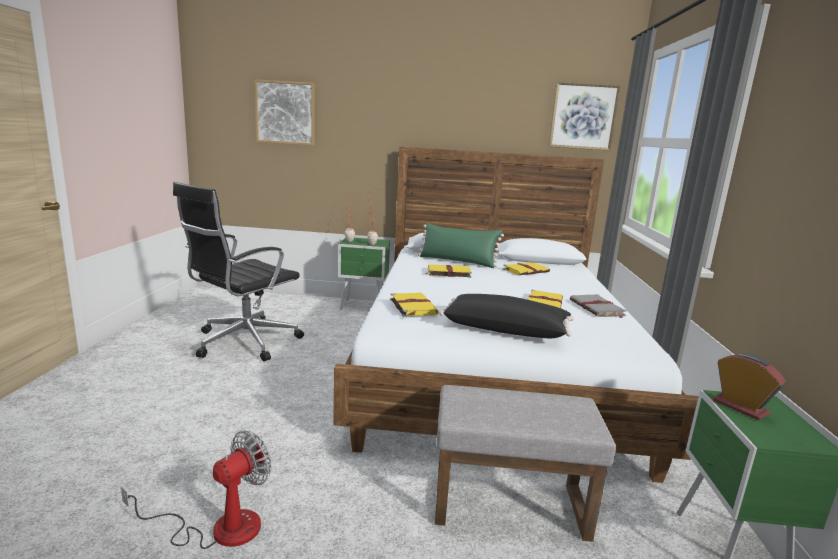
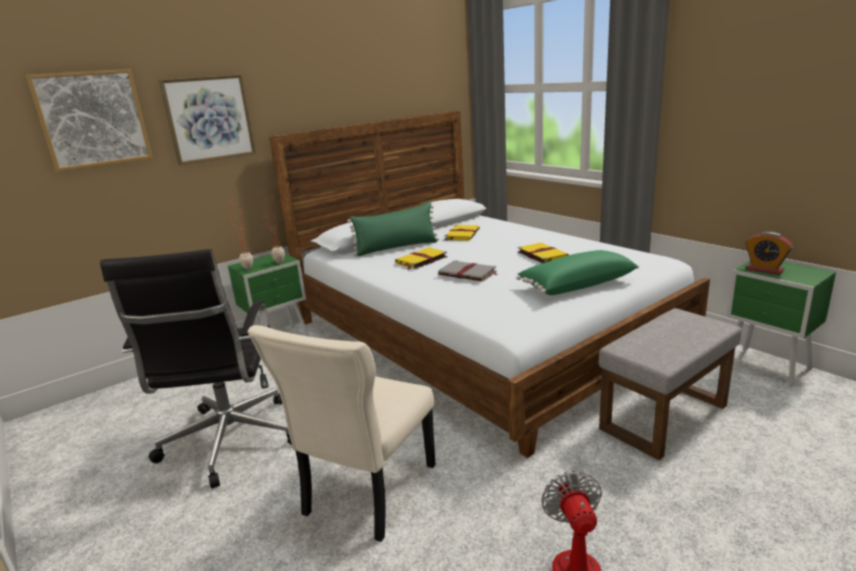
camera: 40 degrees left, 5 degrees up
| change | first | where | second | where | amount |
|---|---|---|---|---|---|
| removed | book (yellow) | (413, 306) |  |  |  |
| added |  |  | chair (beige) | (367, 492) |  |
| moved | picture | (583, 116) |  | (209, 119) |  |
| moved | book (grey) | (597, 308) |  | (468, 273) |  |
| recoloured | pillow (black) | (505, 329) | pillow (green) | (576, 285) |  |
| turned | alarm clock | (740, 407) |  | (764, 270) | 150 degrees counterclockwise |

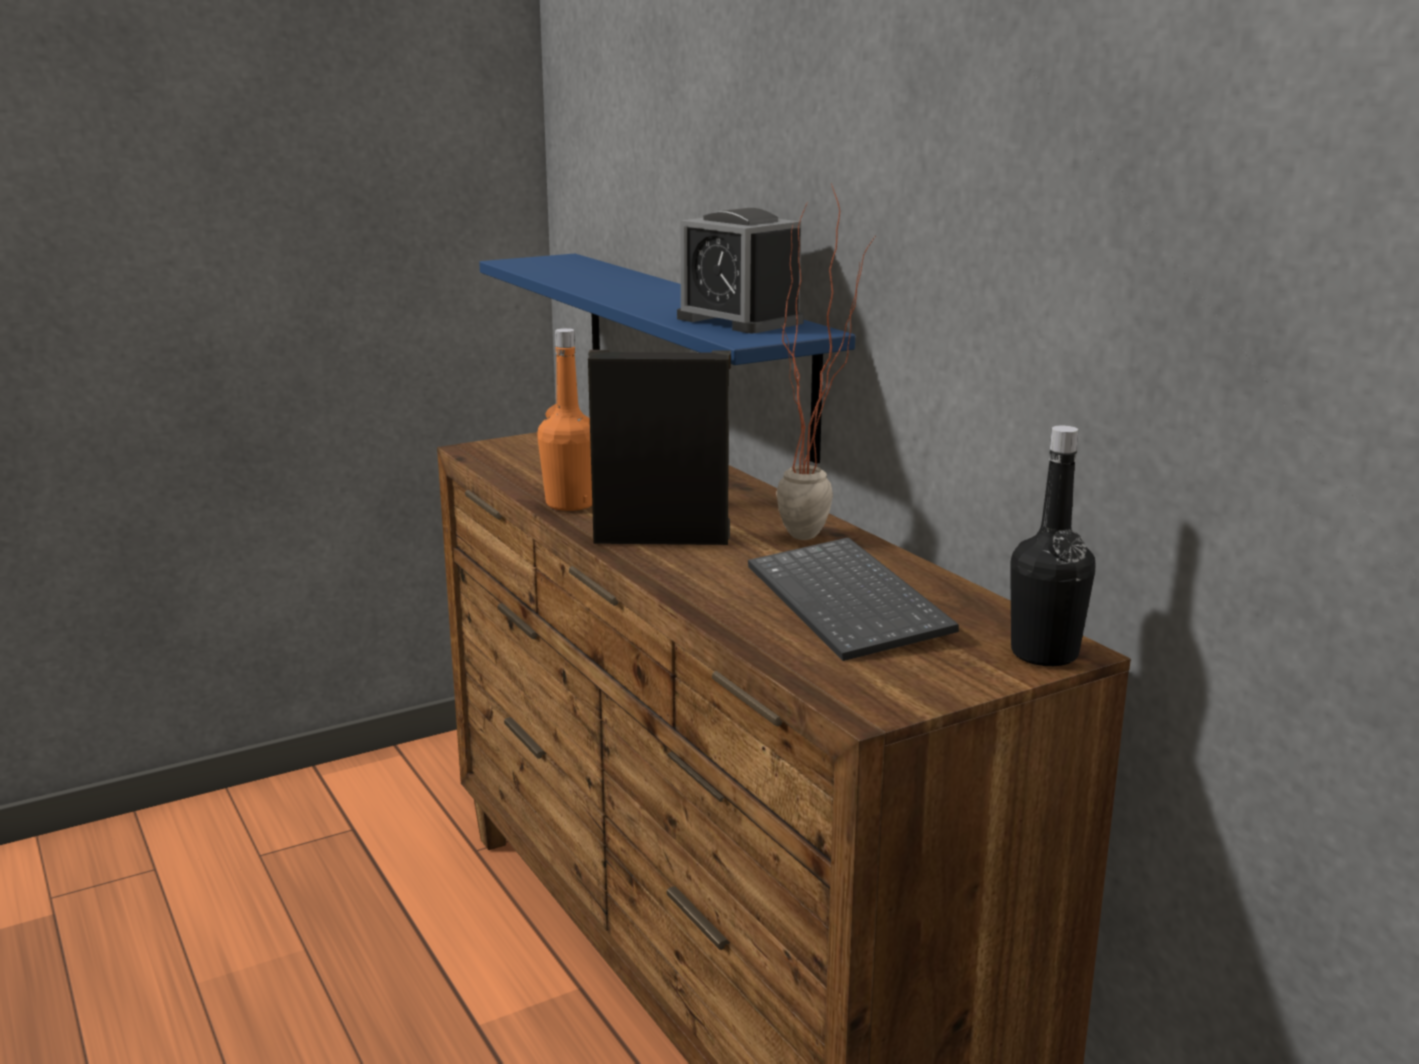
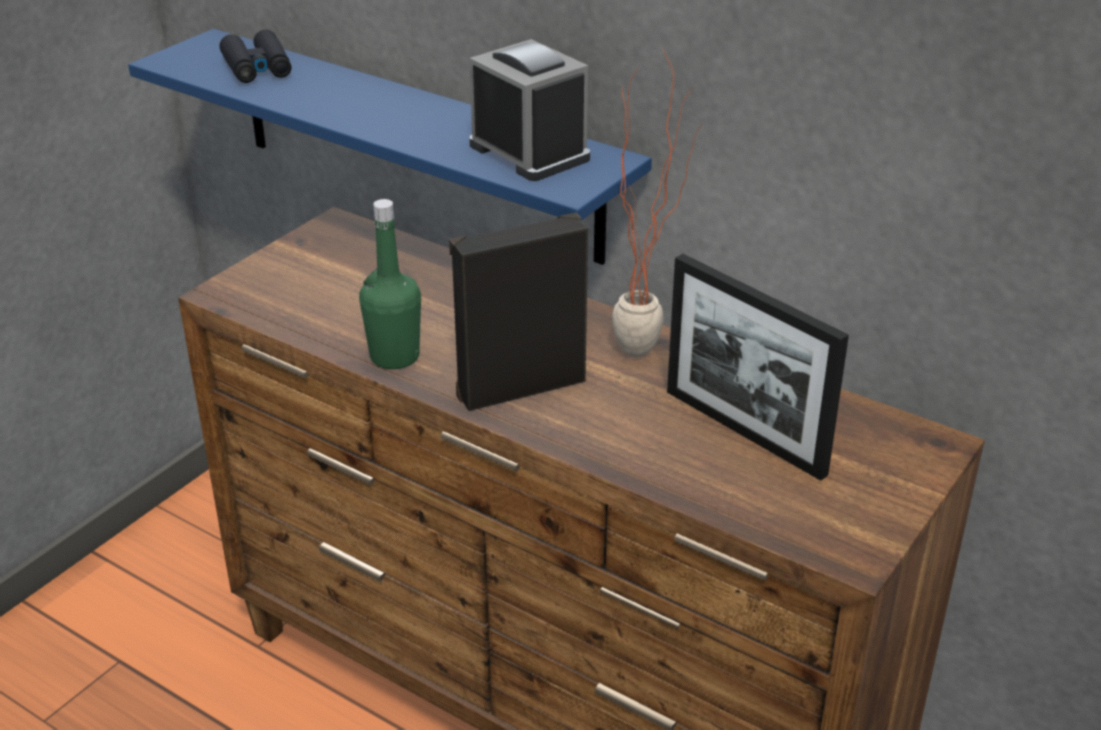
camera: 25 degrees left, 15 degrees up
| change | first | where | second | where | amount |
|---|---|---|---|---|---|
| removed | bottle (black) | (1044, 654) |  |  |  |
| added |  |  | binoculars (black) | (257, 68) |  |
| replaced | keyboard | (851, 603) | picture frame | (744, 432) |  |
| recoloured | bottle (orange) | (570, 504) | bottle (green) | (394, 357) |  |
| turned | alarm clock | (739, 320) |  | (529, 152) | 150 degrees counterclockwise |

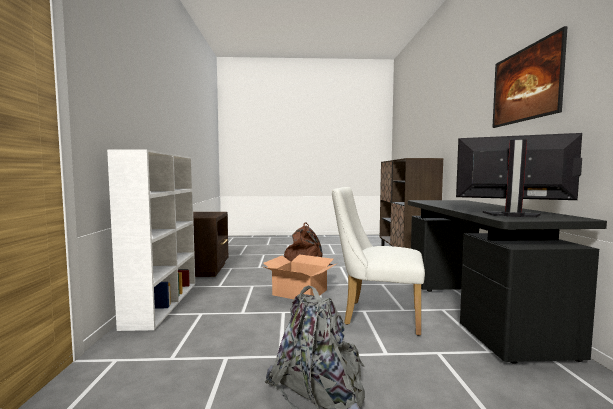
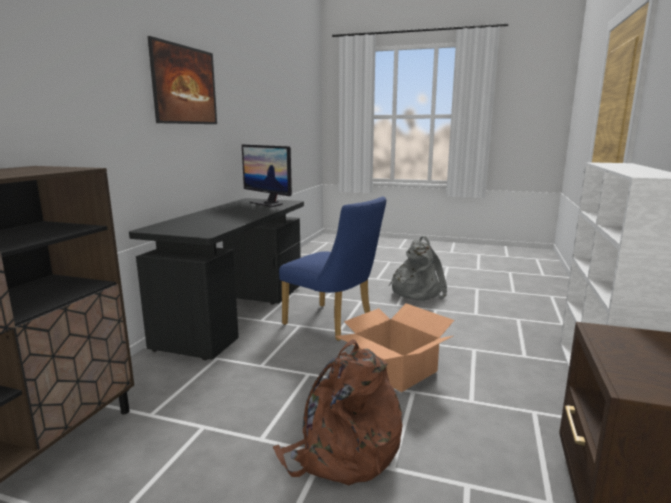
camera: 160 degrees left, 10 degrees up
| change | first | where | second | where | amount |
|---|---|---|---|---|---|
| recoloured | chair (white) | (376, 316) | chair (blue) | (334, 324) |  |

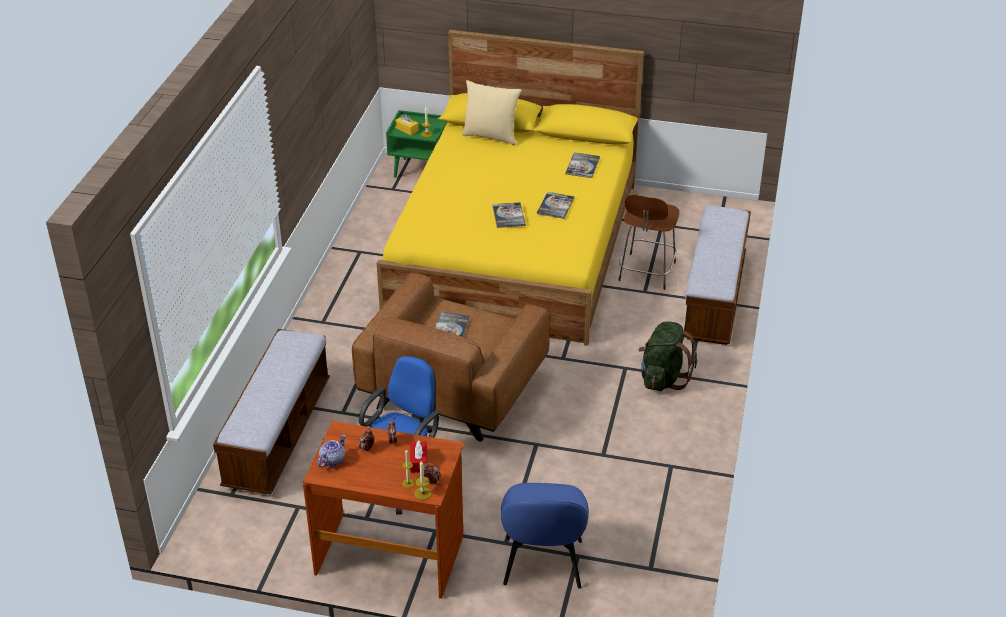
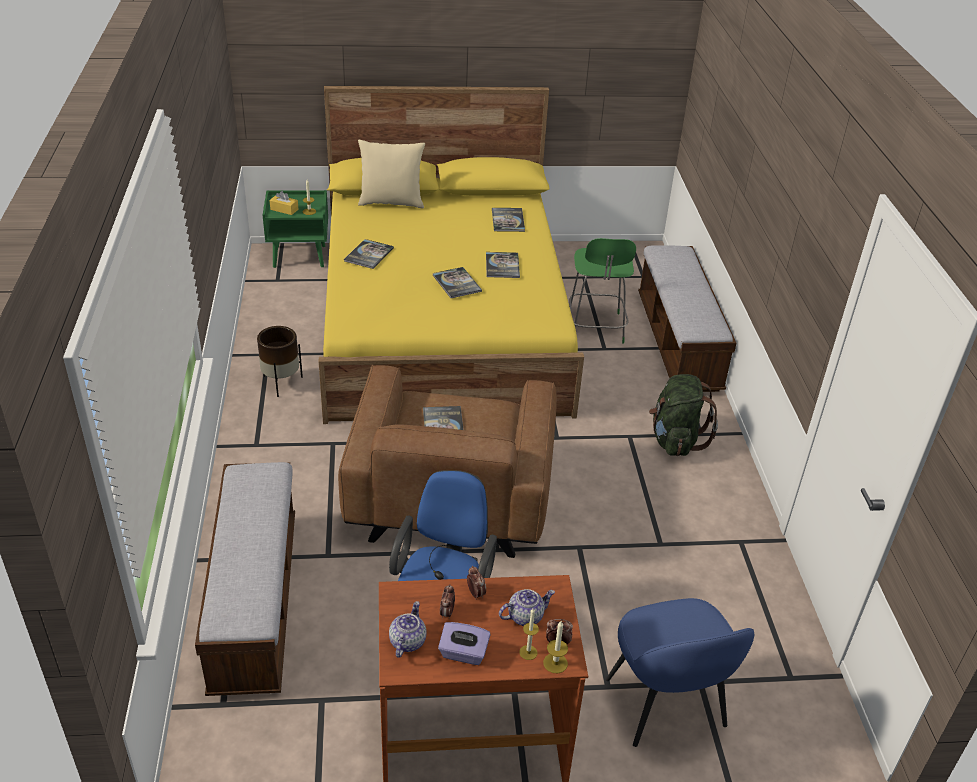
camera: 20 degrees left, 0 degrees up
| change | first | where | second | where | amount |
|---|---|---|---|---|---|
| added |  |  | planter (brown) | (281, 383) |  |
| added |  |  | book | (369, 255) |  |
| added |  |  | tissue box (purple) | (463, 653) |  |
| replaced | tissue box (red) | (418, 461) | teapot | (525, 616) |  |
| recoloured | chair (brown) | (646, 273) | chair (green) | (595, 328) |  |

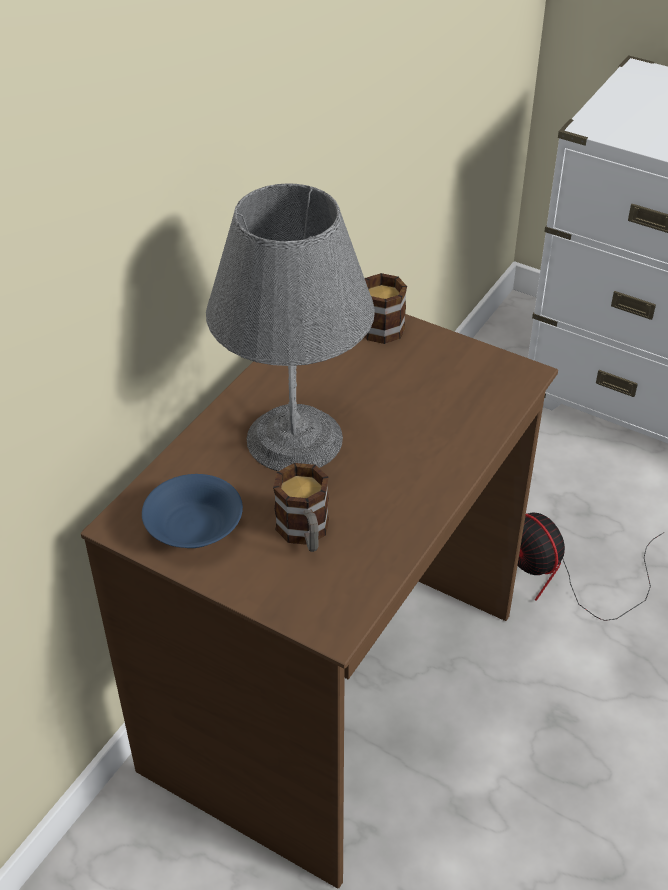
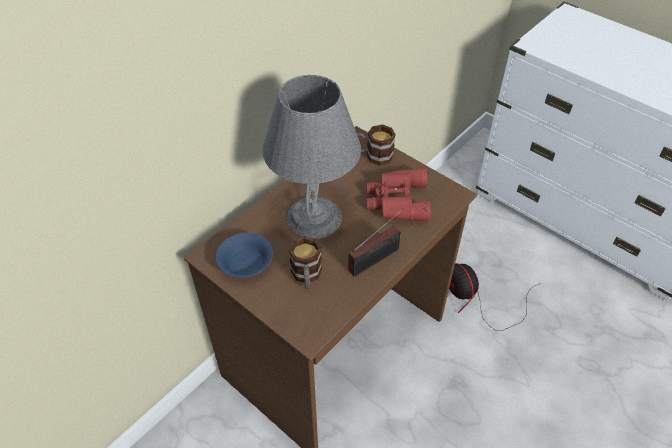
camera: 10 degrees right, 5 degrees up
| change | first | where | second | where | amount |
|---|---|---|---|---|---|
| added |  |  | radio | (377, 259) |  |
| added |  |  | binoculars (red) | (396, 201) |  |

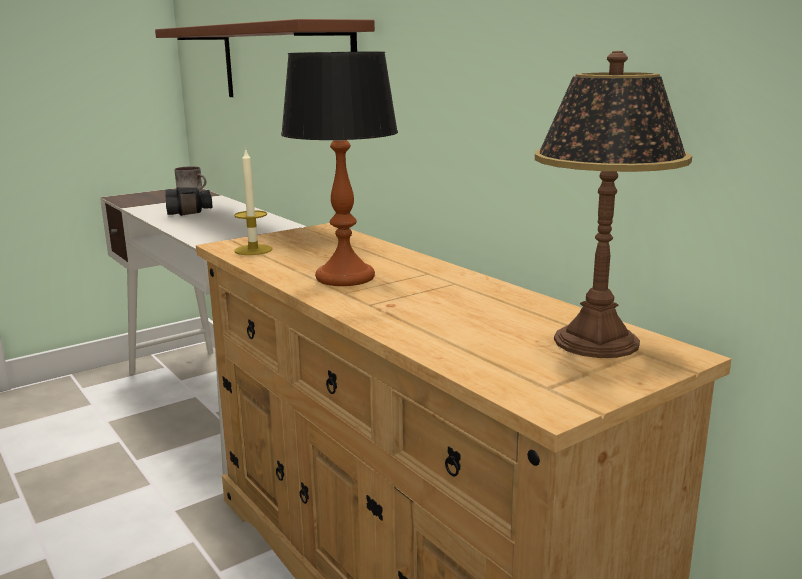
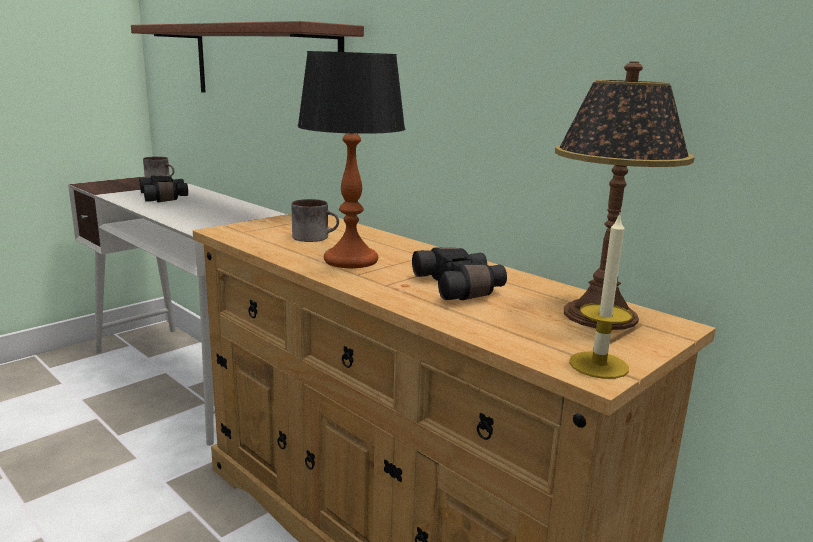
camera: 10 degrees left, 0 degrees up
| change | first | where | second | where | amount |
|---|---|---|---|---|---|
| added |  |  | mug | (315, 237) |  |
| added |  |  | binoculars (black) | (461, 287) |  |
| moved | candle | (253, 250) |  | (598, 365) |  |

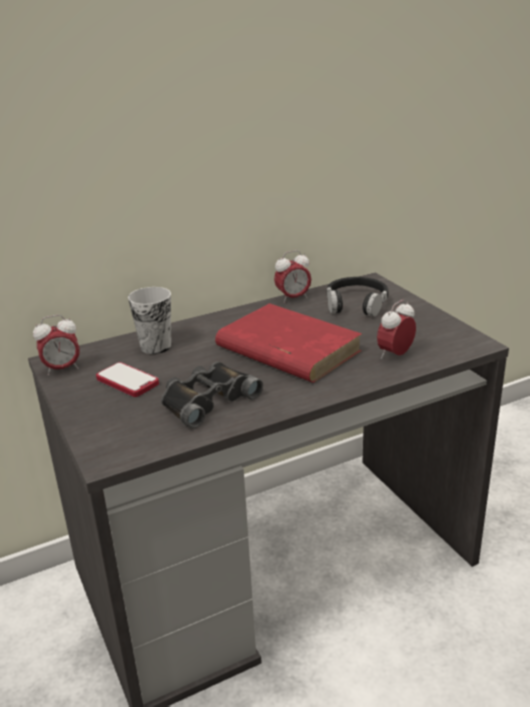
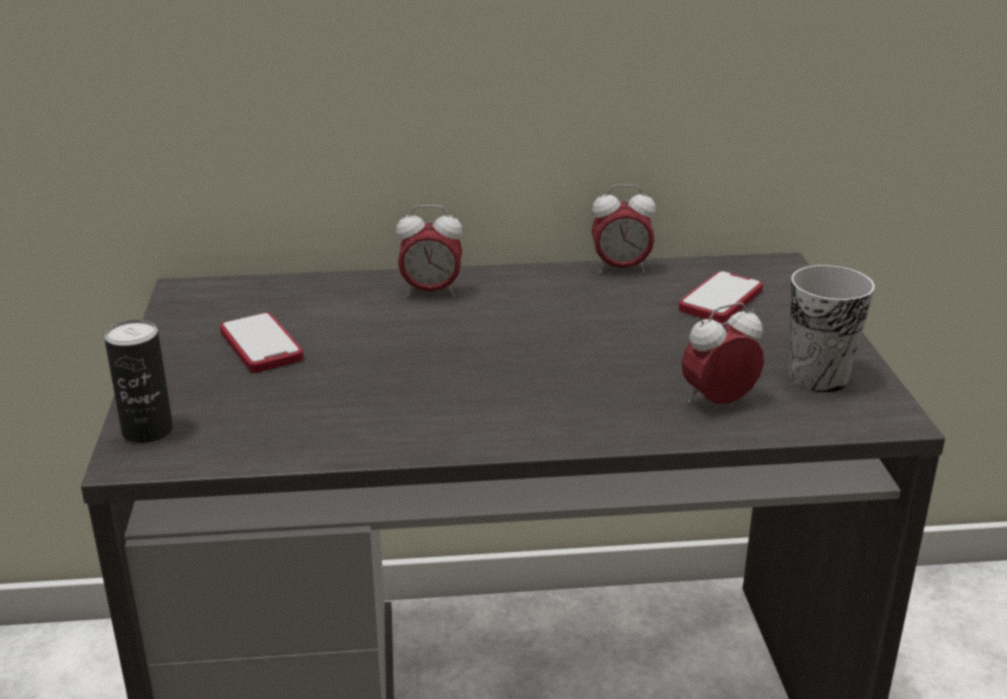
camera: 20 degrees right, 0 degrees up
| change | first | where | second | where | amount |
|---|---|---|---|---|---|
| removed | binoculars (black) | (207, 400) |  |  |  |
| removed | book (red) | (287, 349) |  |  |  |
| added |  |  | can | (147, 431) |  |
| moved | alarm clock | (62, 369) |  | (431, 292) |  |
| moved | cup | (156, 346) |  | (818, 377) |  |
| replaced | headphones (black) | (356, 304) | phone | (720, 300) |  |

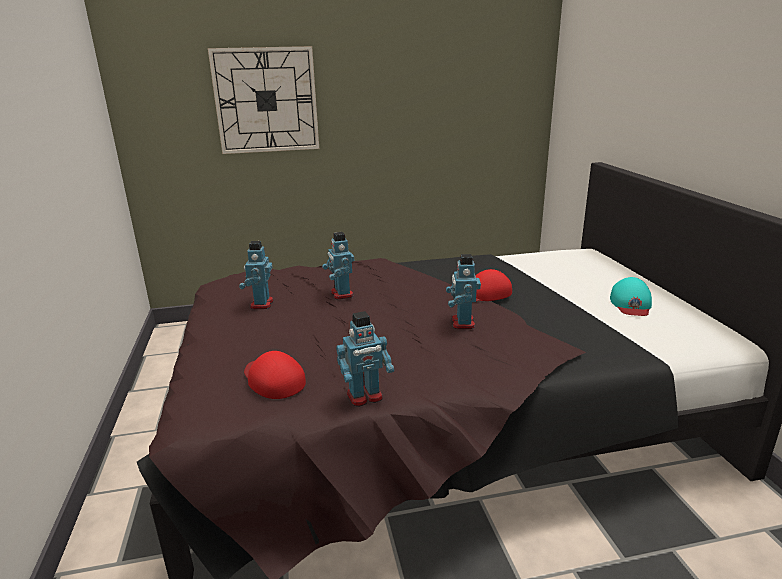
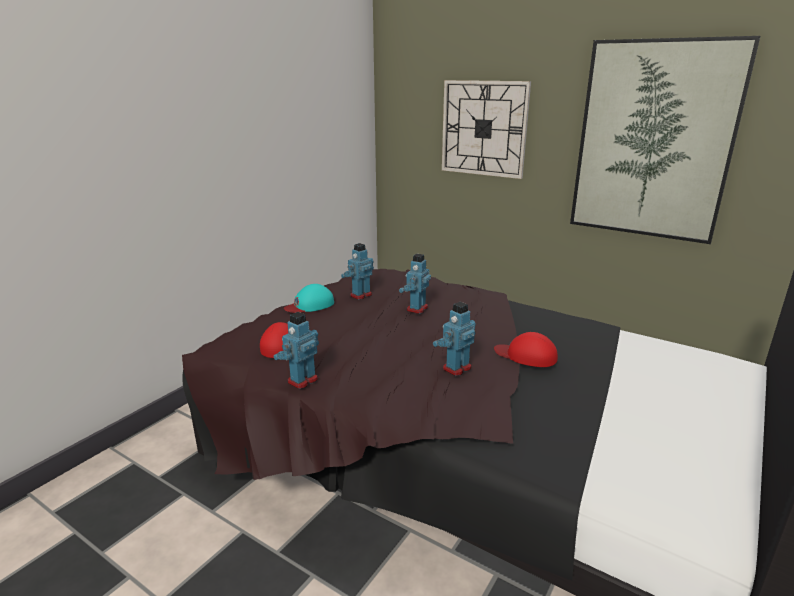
camera: 45 degrees right, 0 degrees up
| change | first | where | second | where | amount |
|---|---|---|---|---|---|
| added |  |  | picture | (653, 141) |  |
| moved | cap (turquoise) | (631, 304) |  | (310, 305) |  |
| turned | toy robot | (365, 397) |  | (302, 380) | 105 degrees clockwise |

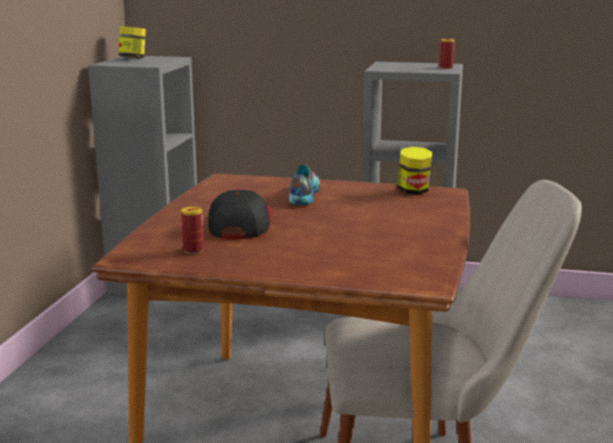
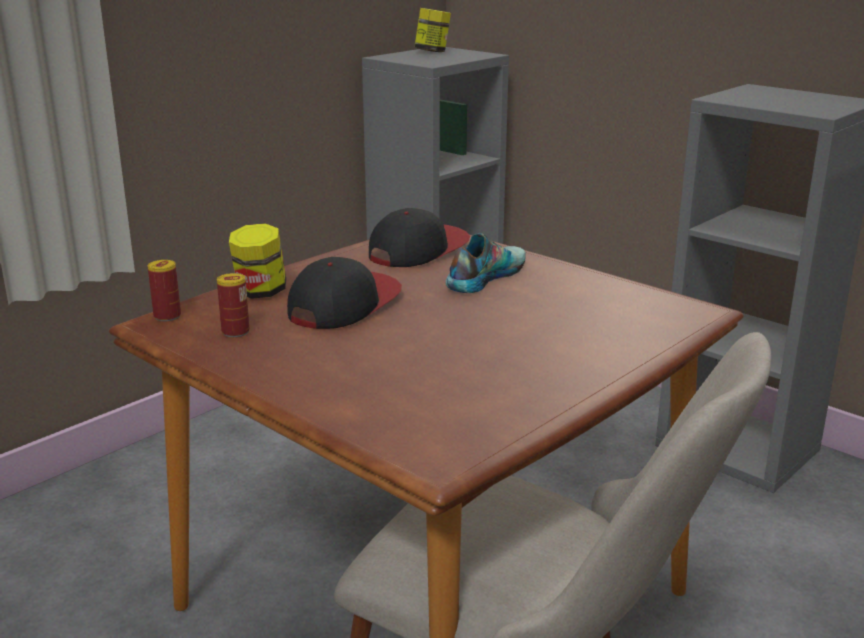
camera: 30 degrees right, 5 degrees up
| change | first | where | second | where | amount |
|---|---|---|---|---|---|
| added |  |  | cap | (418, 250) |  |
| moved | jar | (413, 191) |  | (260, 292) |  |
| moved | can | (446, 68) |  | (167, 316) |  |

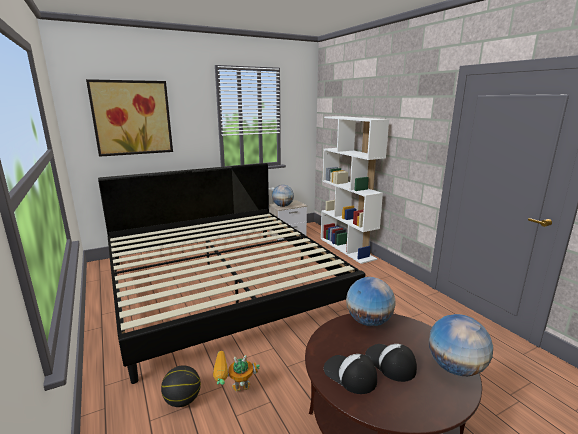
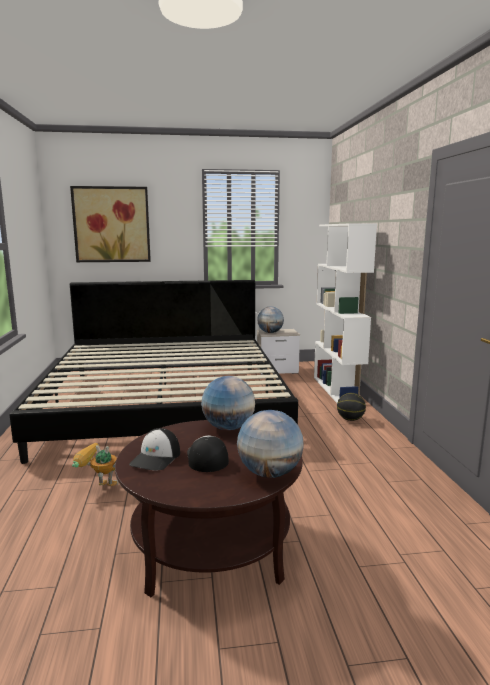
camera: 20 degrees right, 5 degrees down
| change | first | where | second | where | amount |
|---|---|---|---|---|---|
| moved | basketball | (182, 400) |  | (350, 419) |  |
| turned | cap | (349, 374) |  | (156, 458) | 135 degrees counterclockwise |

